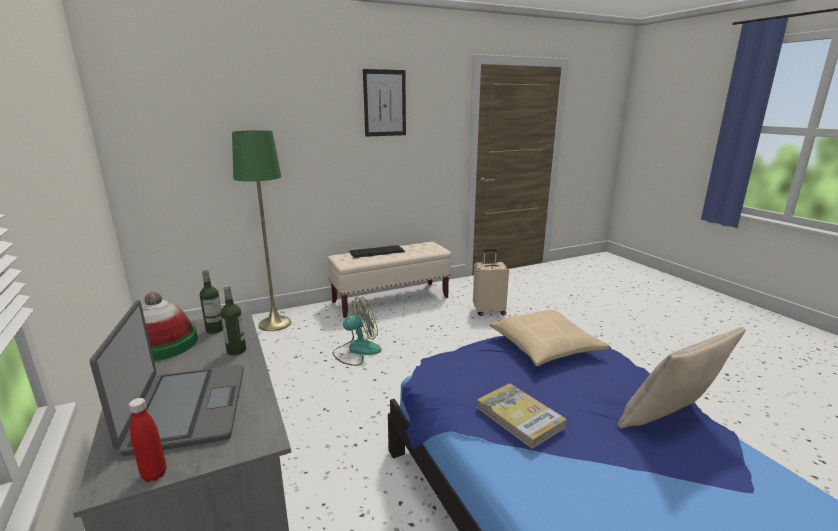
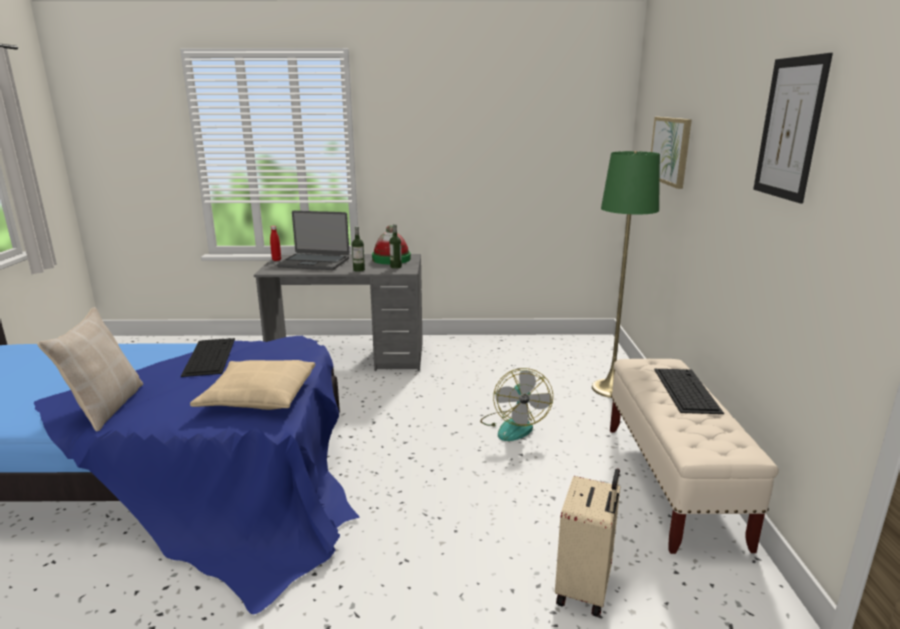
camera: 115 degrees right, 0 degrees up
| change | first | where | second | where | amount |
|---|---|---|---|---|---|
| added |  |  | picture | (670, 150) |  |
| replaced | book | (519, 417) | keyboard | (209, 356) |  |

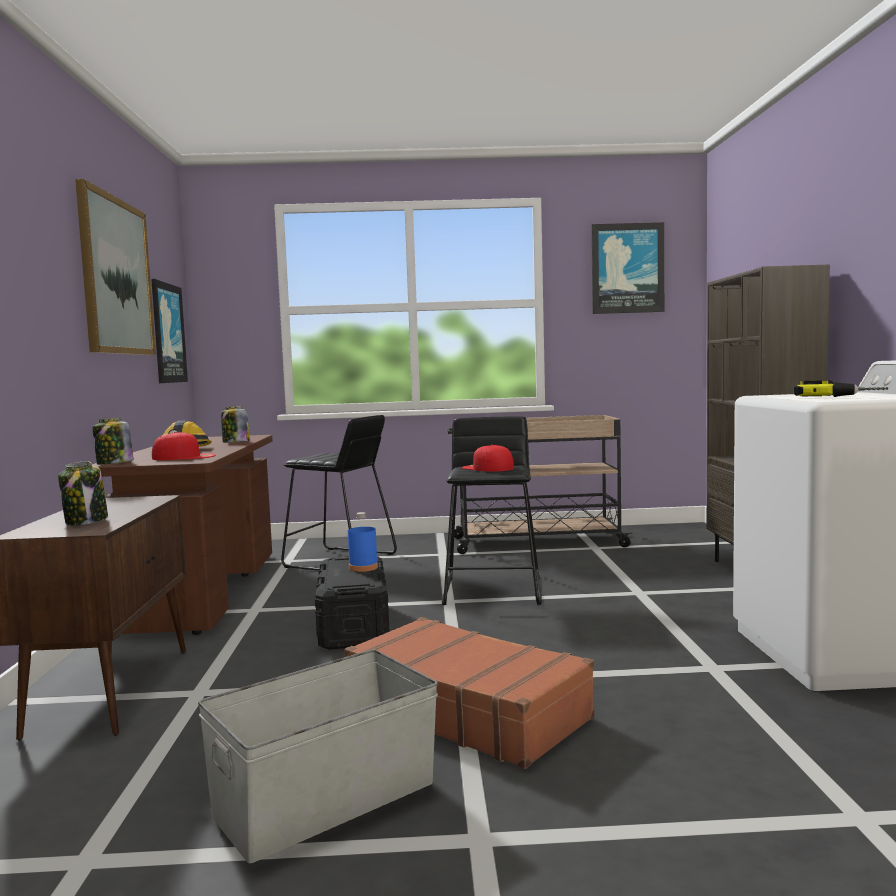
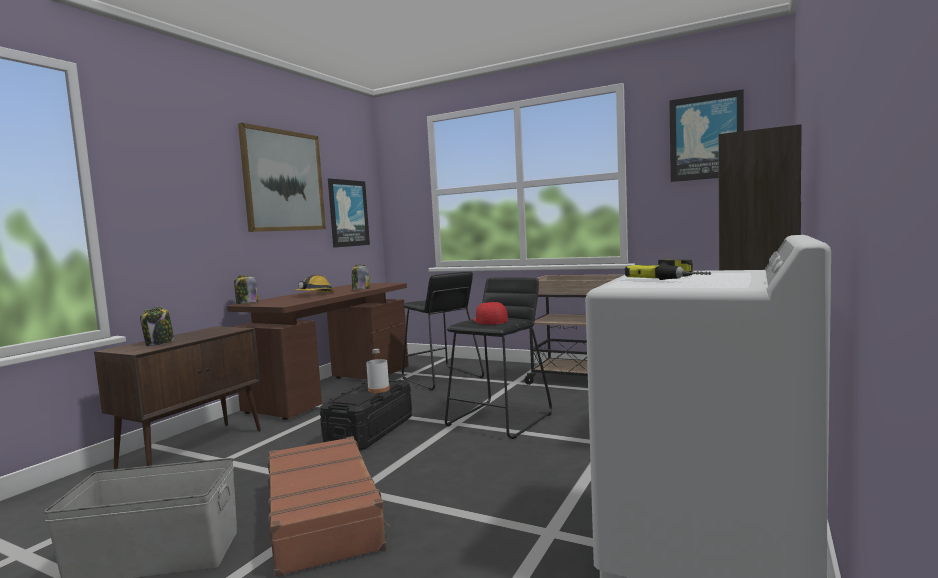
camera: 30 degrees right, 0 degrees up
| change | first | where | second | where | amount |
|---|---|---|---|---|---|
| removed | cap (red) | (185, 457) |  |  |  |
| recoloured | bottle (blue) | (363, 567) | bottle (white) | (378, 389) |  |

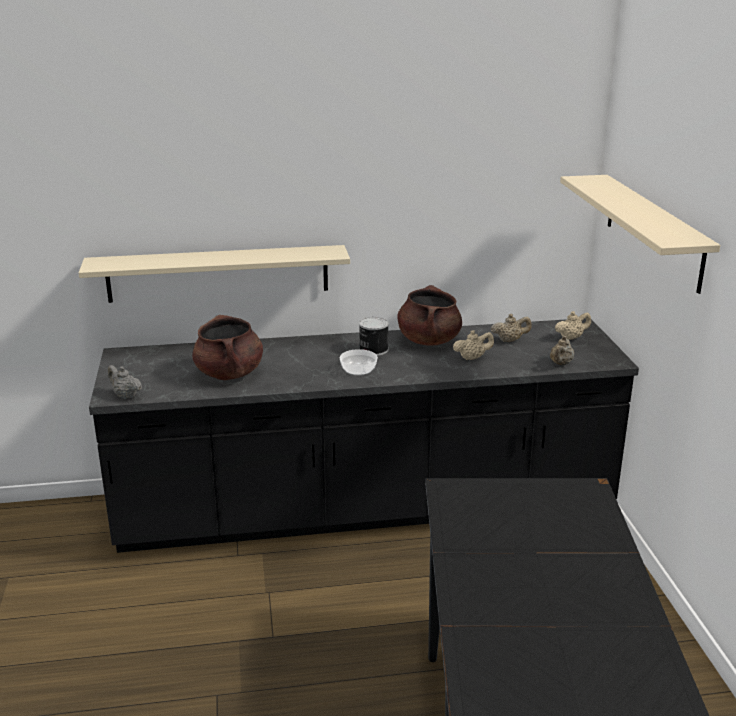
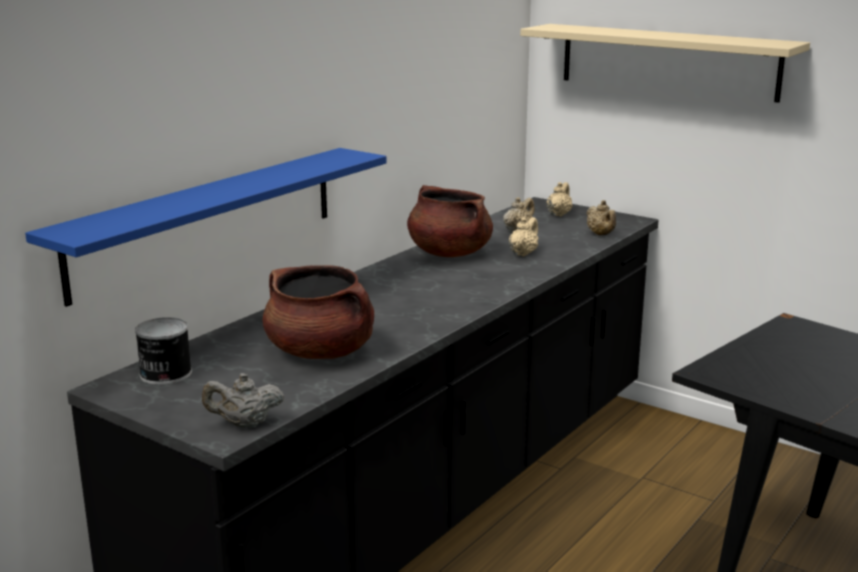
camera: 45 degrees left, 5 degrees down
| change | first | where | second | where | amount |
|---|---|---|---|---|---|
| removed | bowl | (359, 371) |  |  |  |
| moved | can | (372, 349) |  | (165, 374) |  |
| recoloured | shelf (beige) | (218, 273) | shelf (blue) | (208, 220) |  |

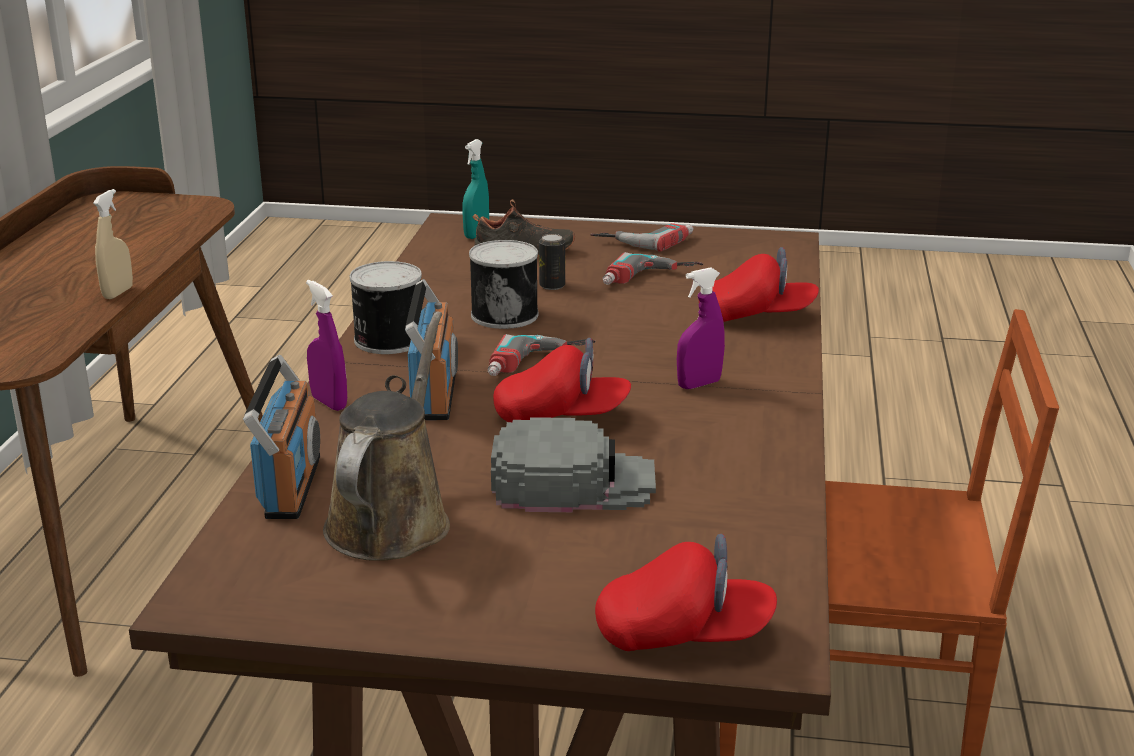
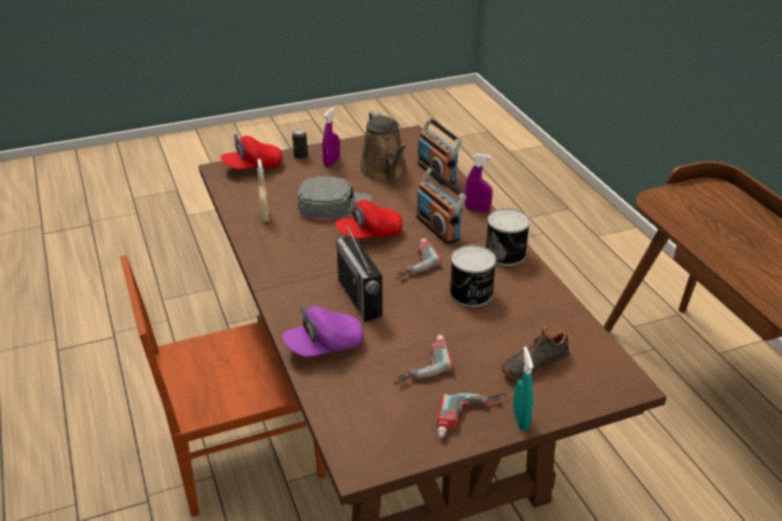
camera: 150 degrees right, 10 degrees up
| change | first | where | second | where | amount |
|---|---|---|---|---|---|
| added |  |  | radio | (359, 298) |  |
| moved | spray bottle (beige) | (118, 293) |  | (265, 216) |  |
| moved | spray bottle (turquoise) | (476, 234) |  | (520, 419) |  |
| moved | can | (552, 286) |  | (300, 156) |  |
| moved | spray bottle (purple) | (699, 384) |  | (331, 162) |  |
| recoloured | cap (red) | (756, 316) | cap (purple) | (324, 346) |  |
| turned | cap (grey) | (572, 481) |  | (334, 205) | 150 degrees counterclockwise |

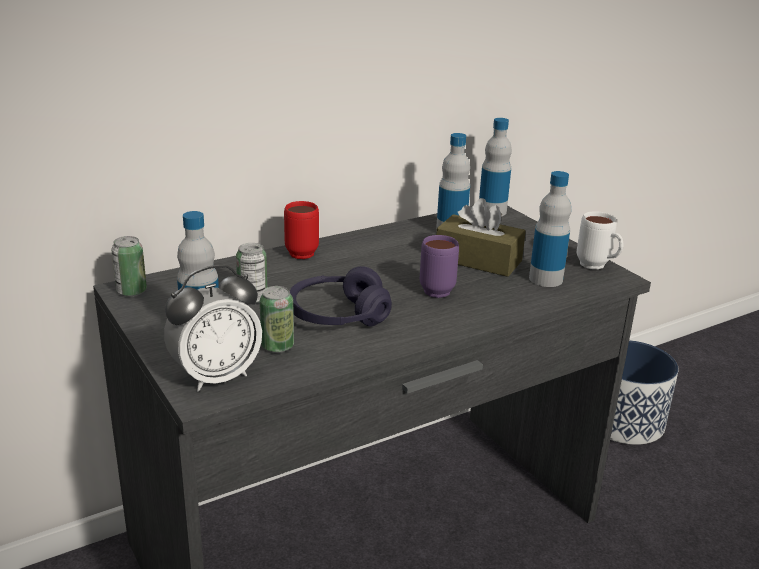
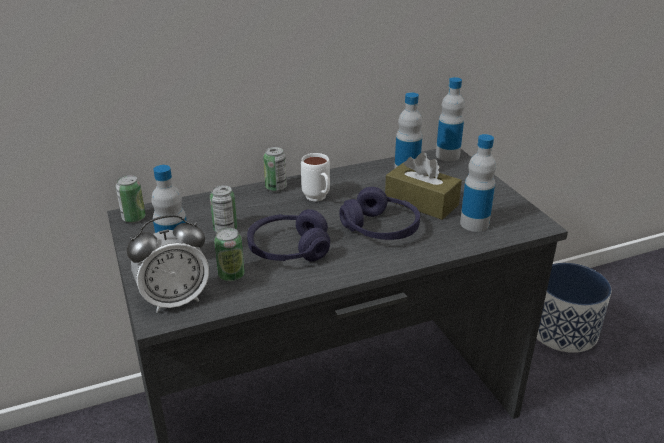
camera: 10 degrees right, 5 degrees up
| change | first | where | second | where | amount |
|---|---|---|---|---|---|
| moved | mug (white) | (597, 267) |  | (318, 199) |  |
| replaced | mug (red) | (300, 251) | can | (276, 187) |  |
| replaced | mug (purple) | (440, 289) | headphones (purple) | (380, 229) |  |

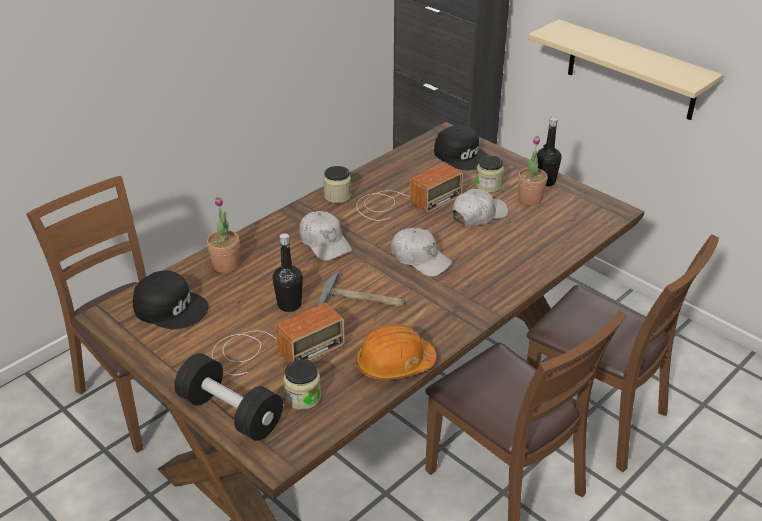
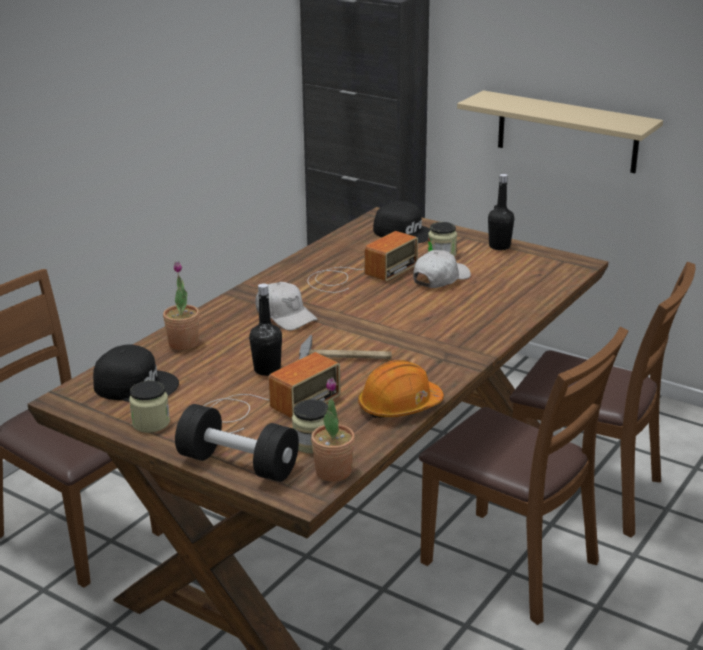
camera: 10 degrees left, 10 degrees down
| change | first | where | second | where | amount |
|---|---|---|---|---|---|
| removed | cap (white) | (420, 259) |  |  |  |
| moved | jar | (337, 196) |  | (151, 423) |  |
| moved | potted plant | (530, 199) |  | (333, 472) |  |

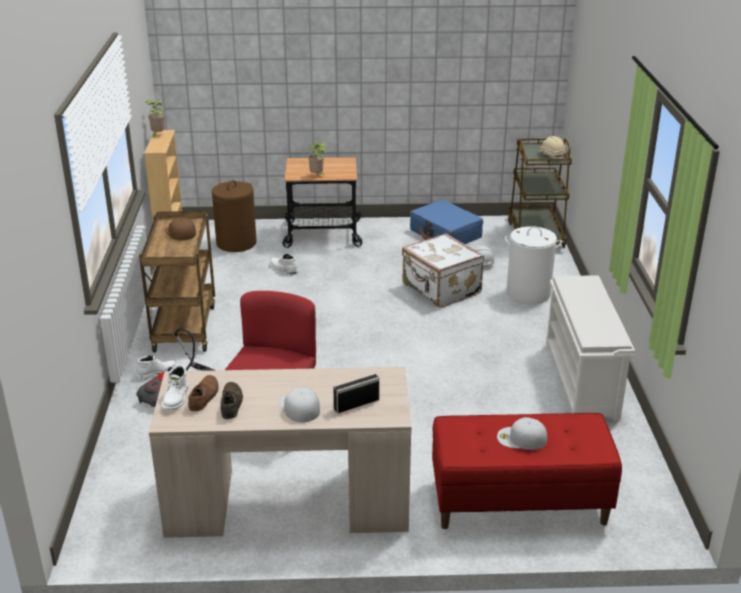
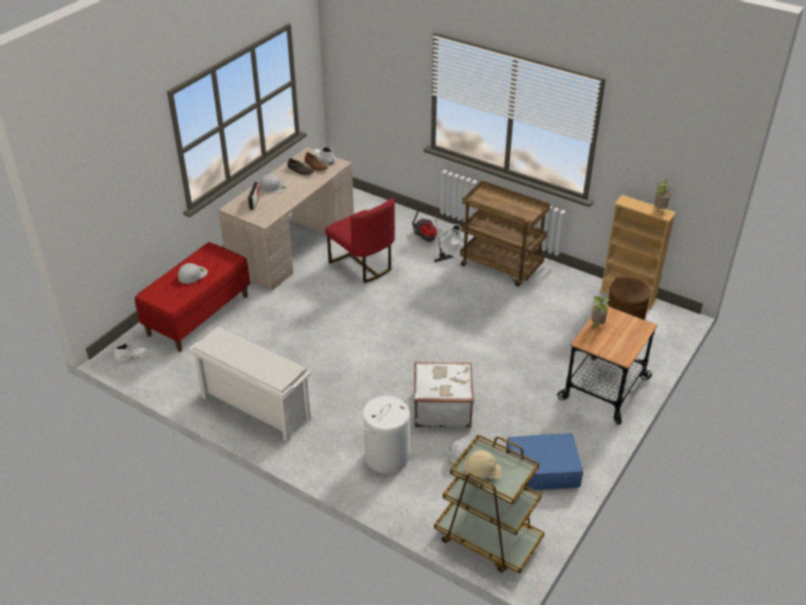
camera: 125 degrees right, 10 degrees up
| change | first | where | second | where | amount |
|---|---|---|---|---|---|
| removed | cap (brown) | (180, 232) |  |  |  |
| moved | boot (white) | (283, 269) |  | (132, 356) |  |

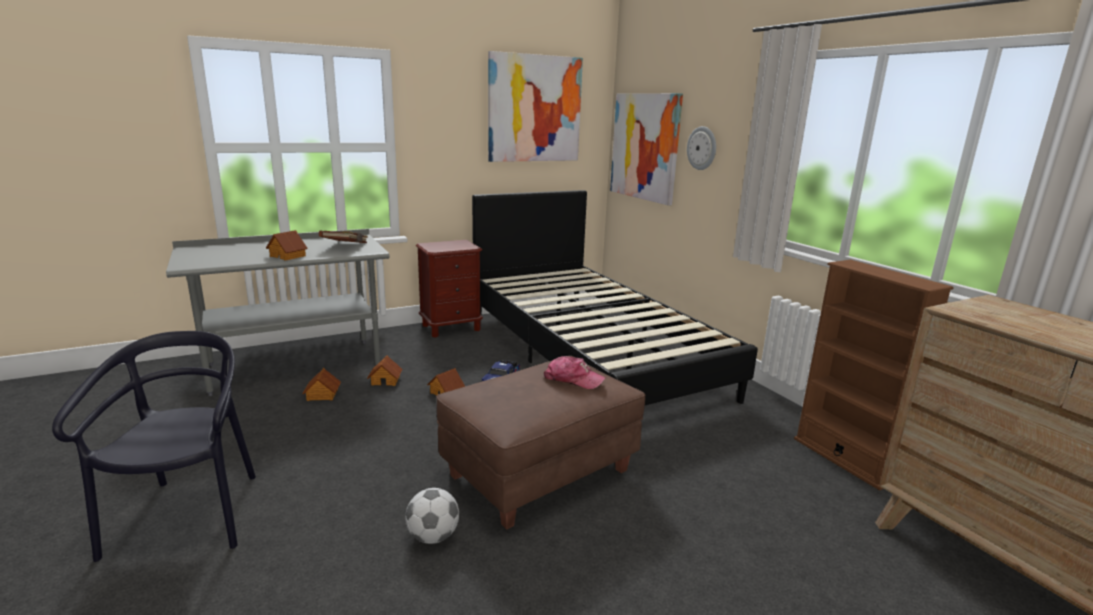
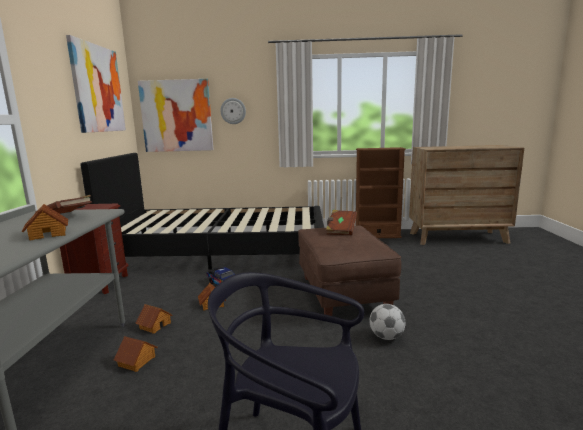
camera: 60 degrees left, 5 degrees down
| change | first | where | second | where | amount |
|---|---|---|---|---|---|
| replaced | cap | (573, 379) | book (brown) | (340, 230) |  |

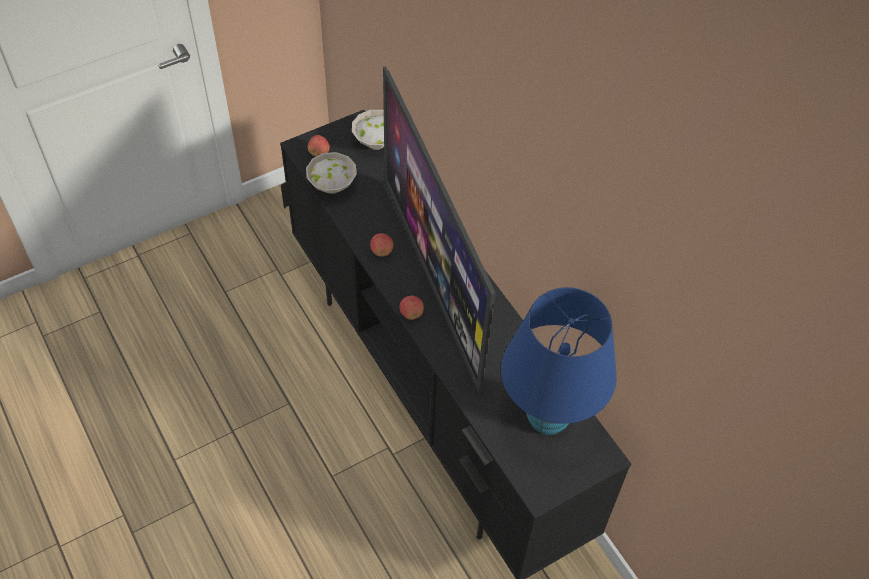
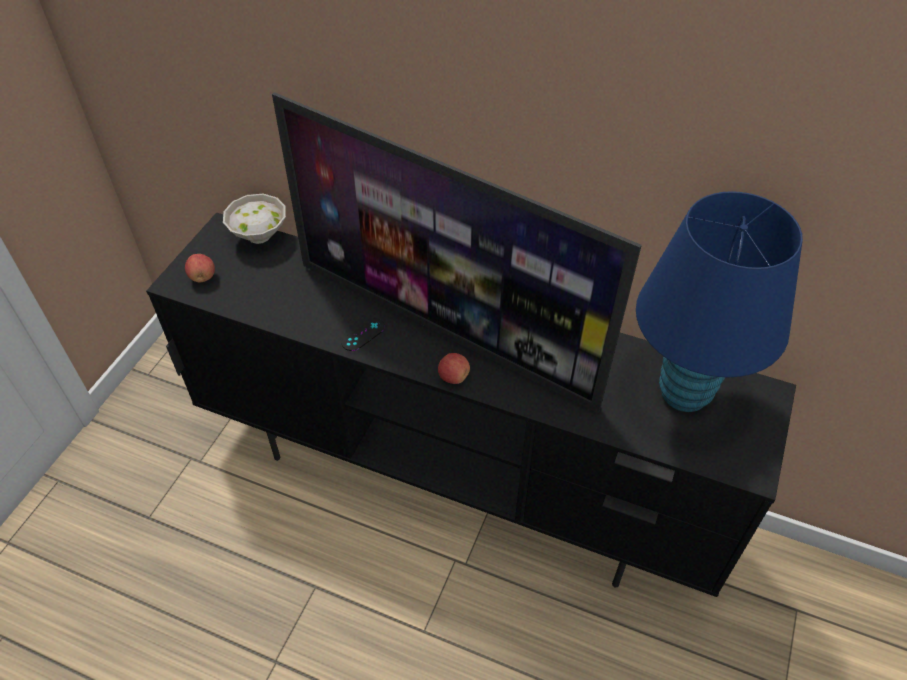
camera: 35 degrees left, 5 degrees down
| change | first | where | second | where | amount |
|---|---|---|---|---|---|
| removed | bowl (white) | (333, 186) |  |  |  |
| replaced | apple | (381, 251) | game controller (black) | (363, 334) |  |

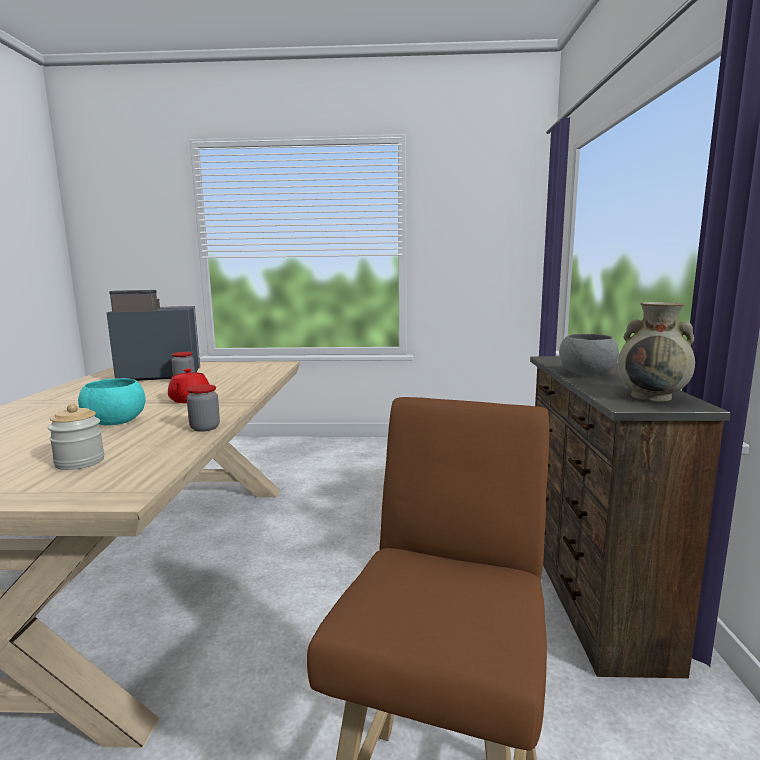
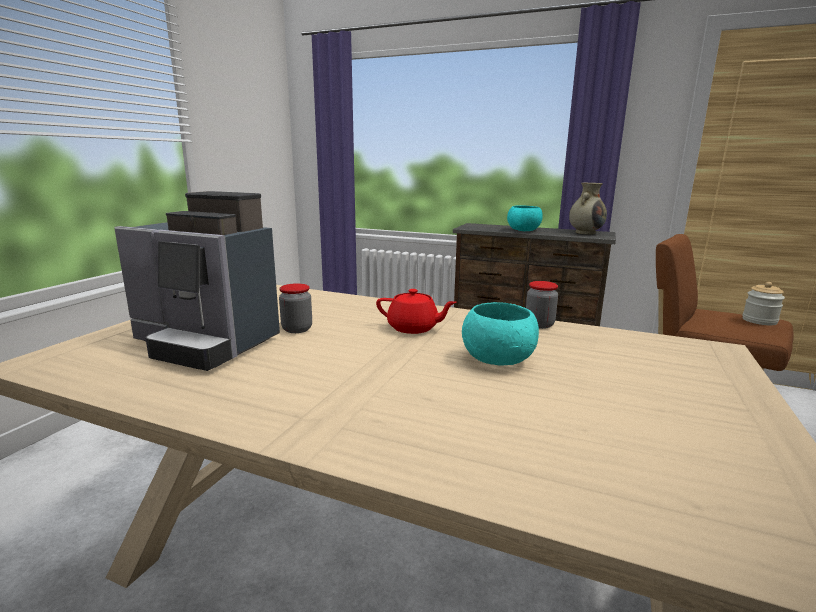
camera: 70 degrees left, 5 degrees up
| change | first | where | second | where | amount |
|---|---|---|---|---|---|
| moved | jar | (80, 462) |  | (759, 321) |  |
| recoloured | bowl (grey) | (586, 374) | bowl (turquoise) | (523, 230) |  |
| turned | coffee machine | (157, 375) |  | (206, 344) | 75 degrees counterclockwise |

